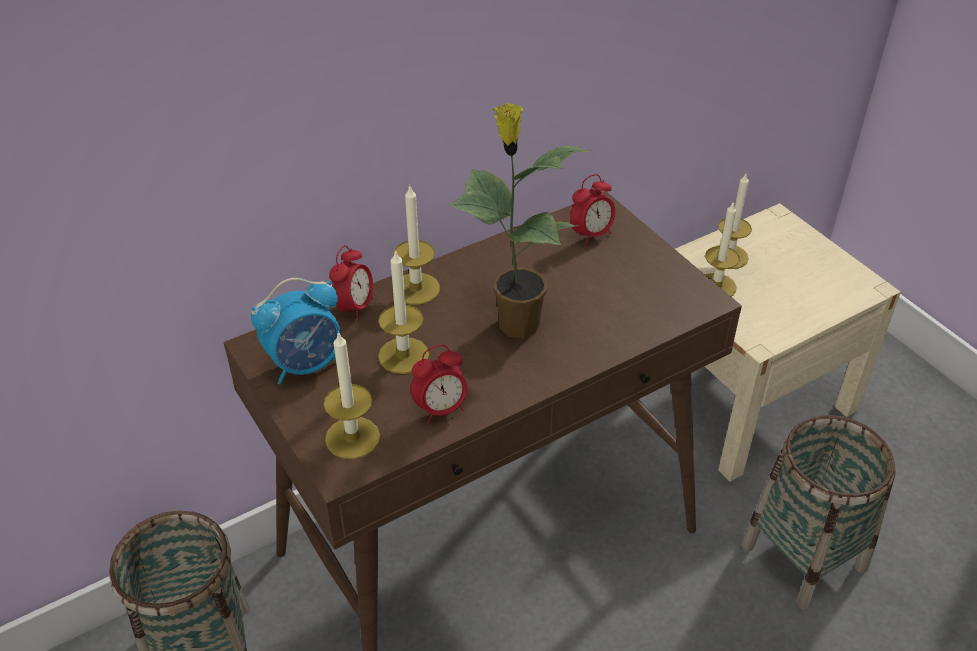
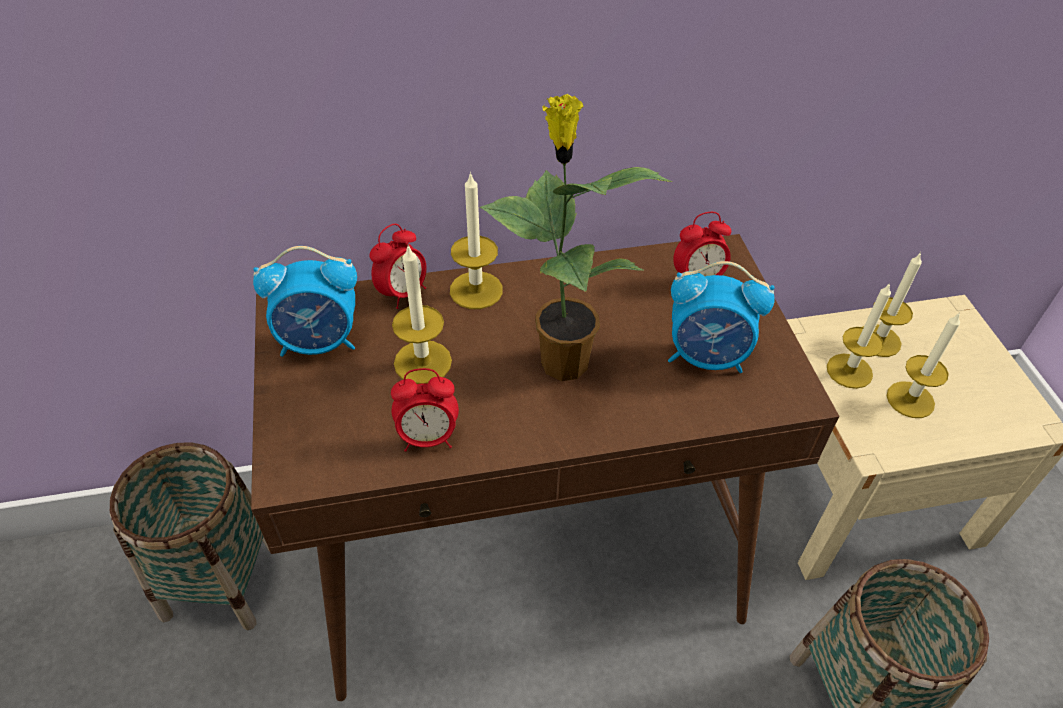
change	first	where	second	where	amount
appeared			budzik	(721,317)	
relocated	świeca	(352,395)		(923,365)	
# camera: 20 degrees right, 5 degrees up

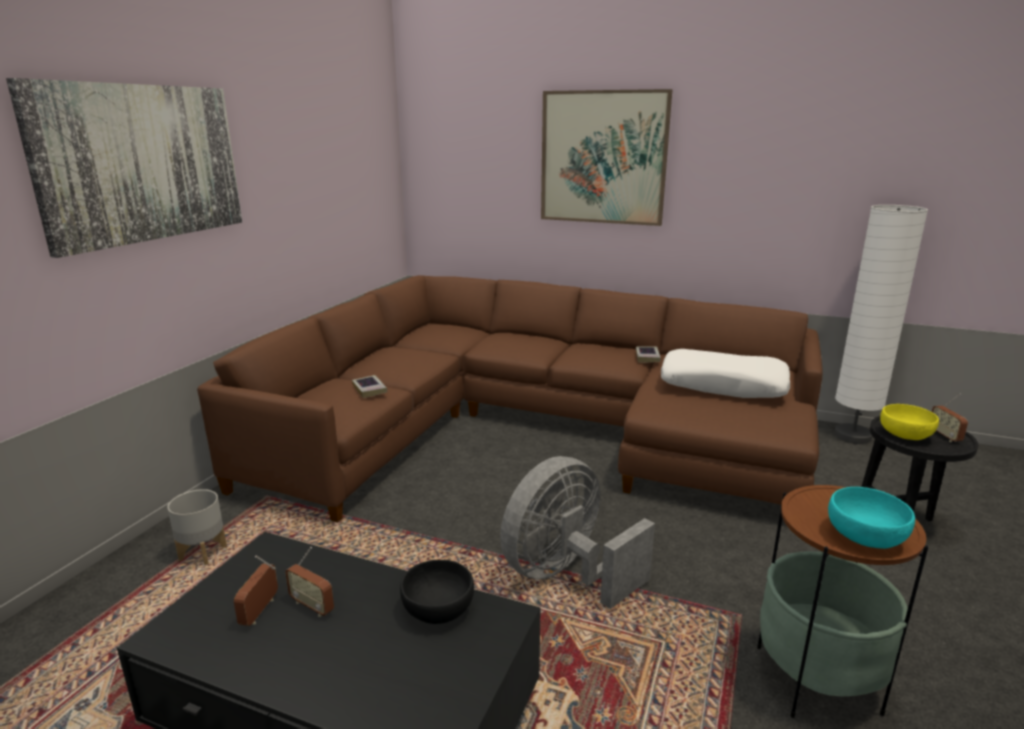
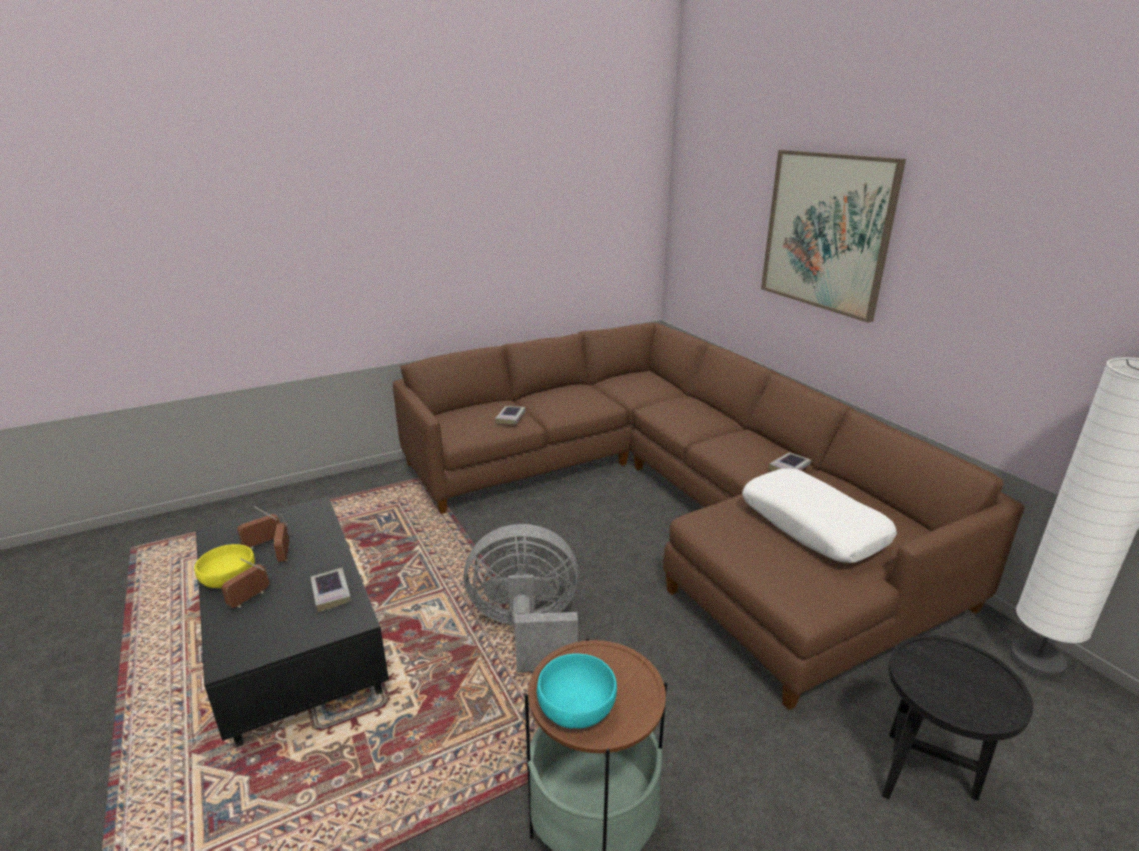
change	first	where	second	where	amount
missing	obraz	(124,168)			
missing	donica (szary)	(197,527)			
relocated	miska (żółty)	(909,422)		(224,566)	
relocated	radio	(950,417)		(245,583)	
exchanged	miska (czarny)	(437,592)	książka	(331,590)	
# camera: 40 degrees right, 5 degrees up

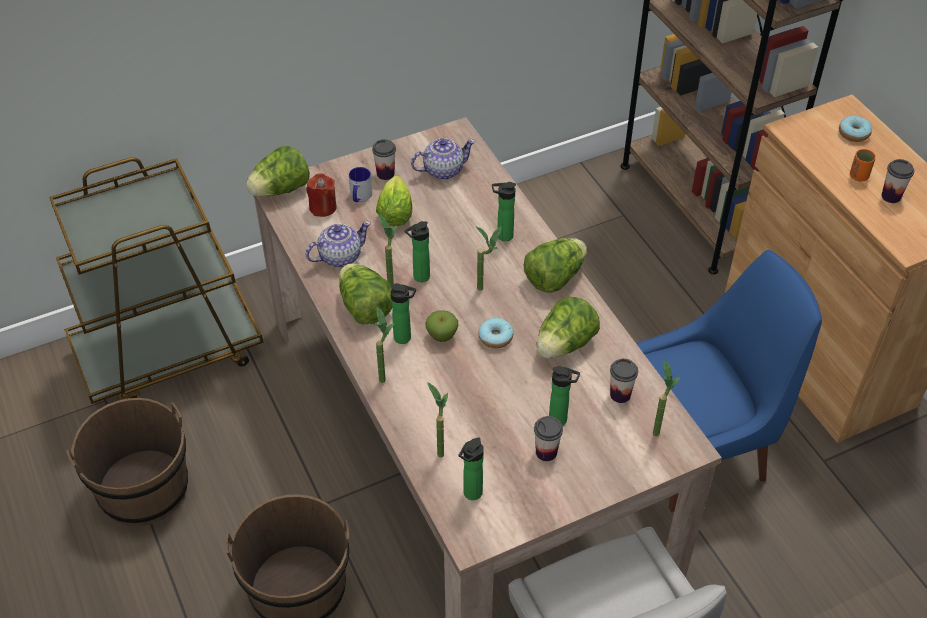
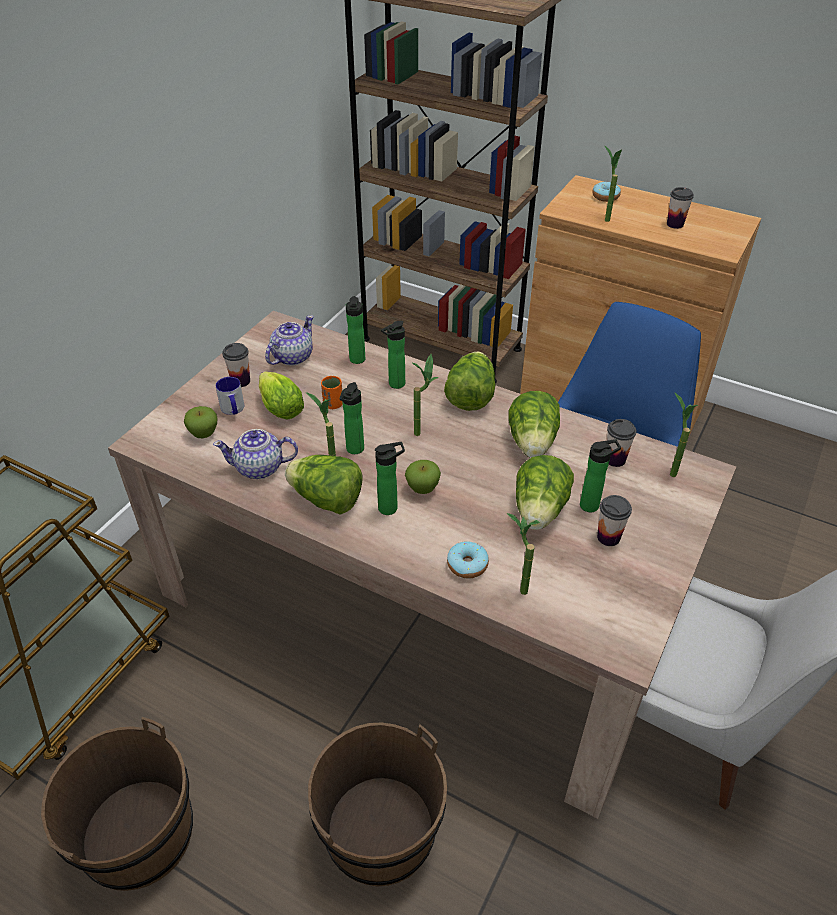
change	first	where	second	where	amount
relocated	sałata	(278,171)		(545,492)	
relocated	roślina doniczkowa	(384,344)		(613,183)	
relocated	butelka	(471,468)		(355,330)	
relocated	donut	(496,333)		(468,560)	
relocated	filiżanka (pomarańczowy)	(863,165)		(332,392)	
exchanged	świeca (czerwony)	(321,195)	jabłko	(200,422)	
spun	imbryk	(338,244)		(255,454)	120 degrees counterclockwise
# camera: 35 degrees left, 5 degrees down

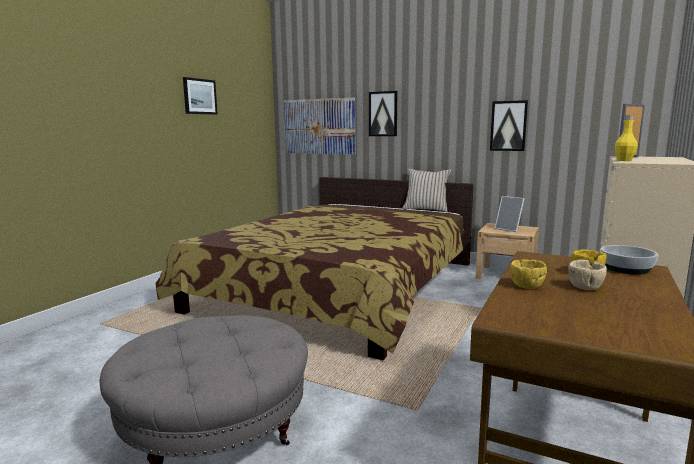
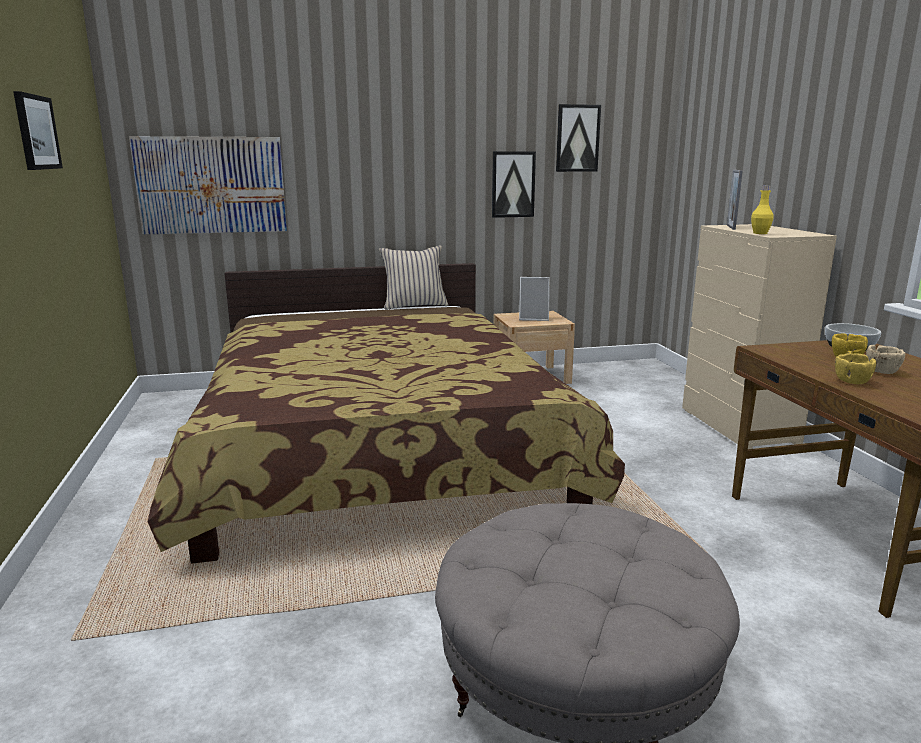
change	first	where	second	where	amount
relocated	obraz	(383,113)		(578,138)	
# camera: 40 degrees left, 5 degrees up

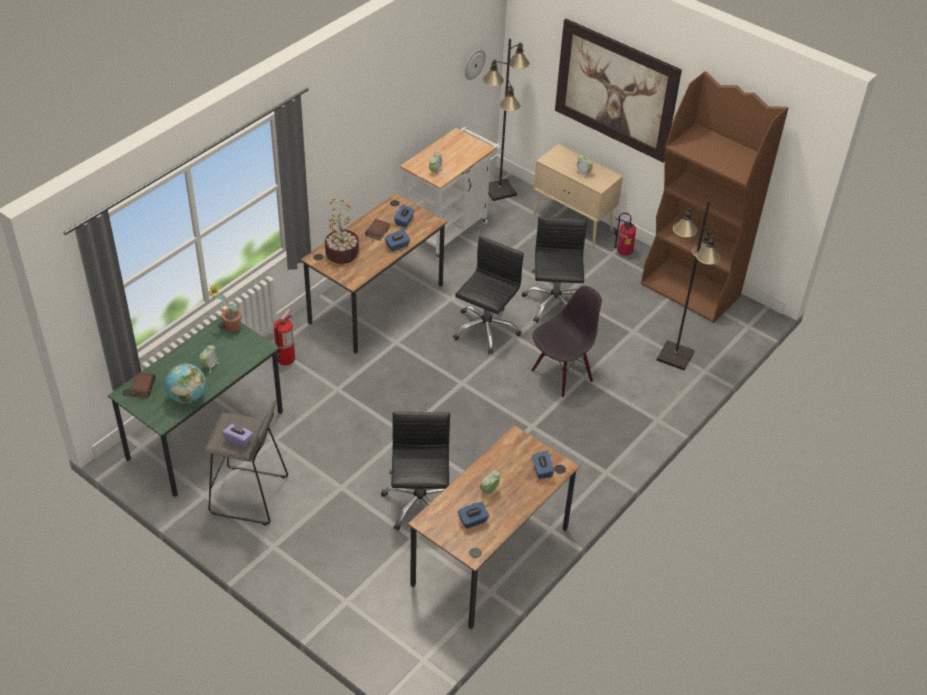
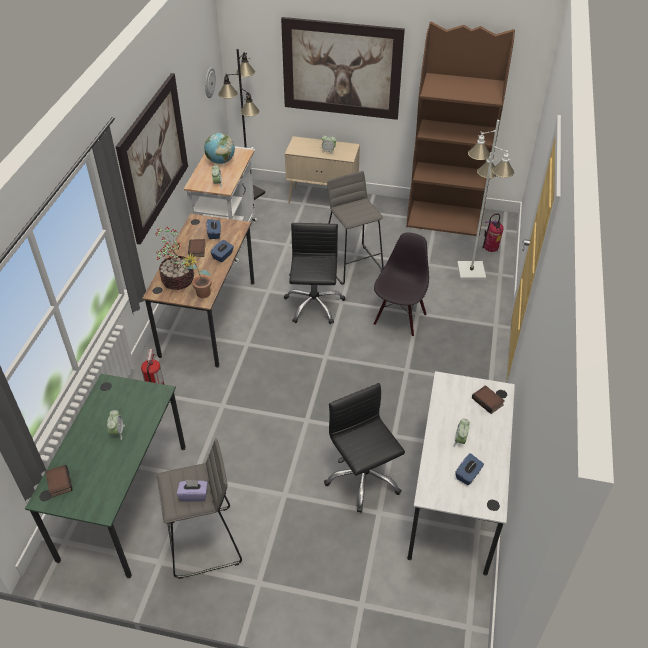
change	first	where	second	where	amount
appeared			obraz	(152,159)	
relocated	globus	(185,383)		(219,148)	
relocated	roślina doniczkowa	(224,307)		(197,275)	
relocated	gaśnica	(625,234)		(493,232)	
exchanged	krzesło biurowe (czarny)	(554,270)	stołek (szary)	(355,228)	
exchanged	pudełko chusteczek (niebieski)	(543,464)	książka	(488,399)	
colour	biurko (brązowy)	(494,527)	biurko (biały)	(461,473)	
colour	lampa stojąca (czarny)	(688,285)	lampa stojąca (biały)	(485,200)	
# camera: 25 degrees left, 0 degrees up

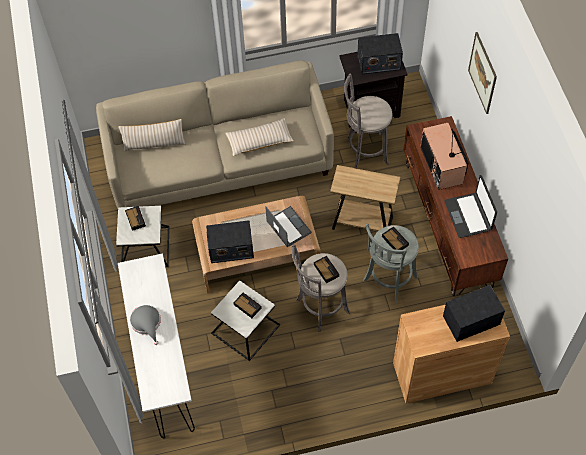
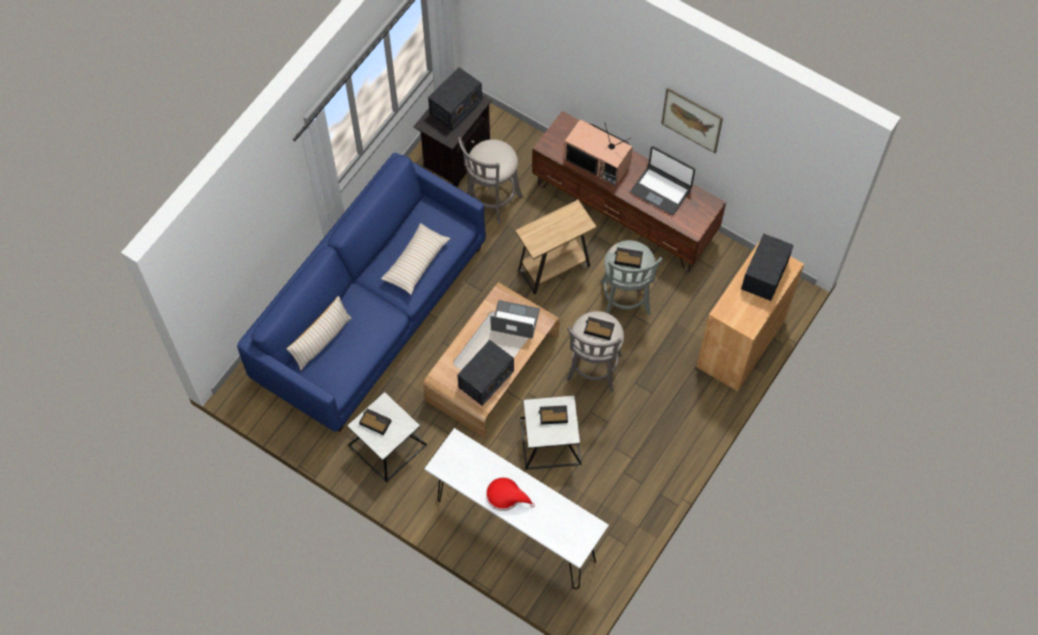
change	first	where	second	where	amount
relocated	obraz	(482,73)		(692,120)	
colour	kanapa (beżowy)	(215,135)	kanapa (niebieski)	(361,292)	
colour	kapelusz (szary)	(145,325)	kapelusz (czerwony)	(510,494)	
# camera: 45 degrees left, 5 degrees up

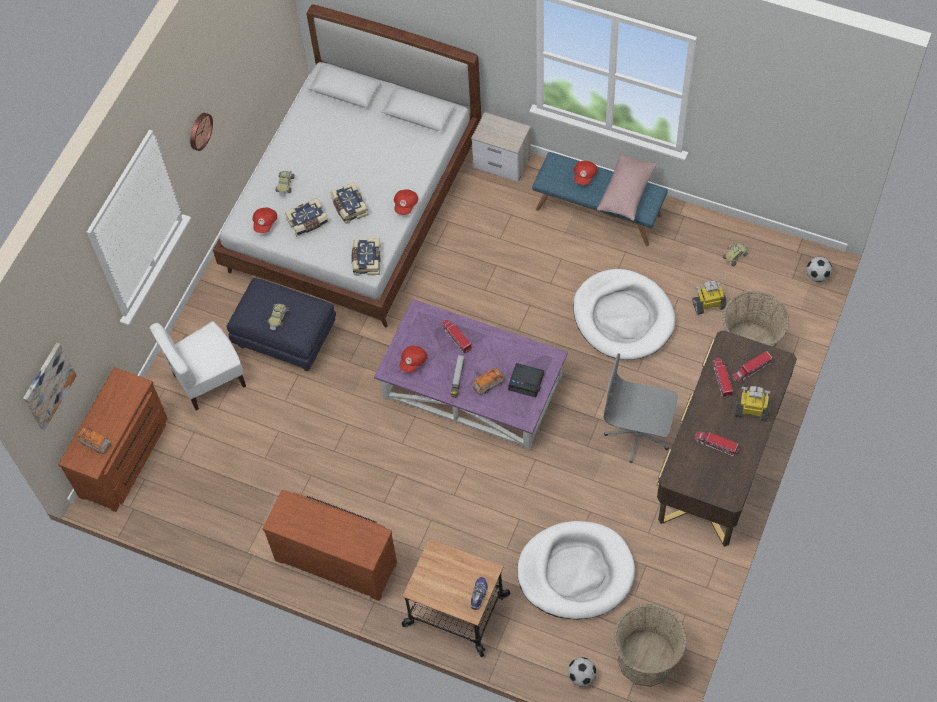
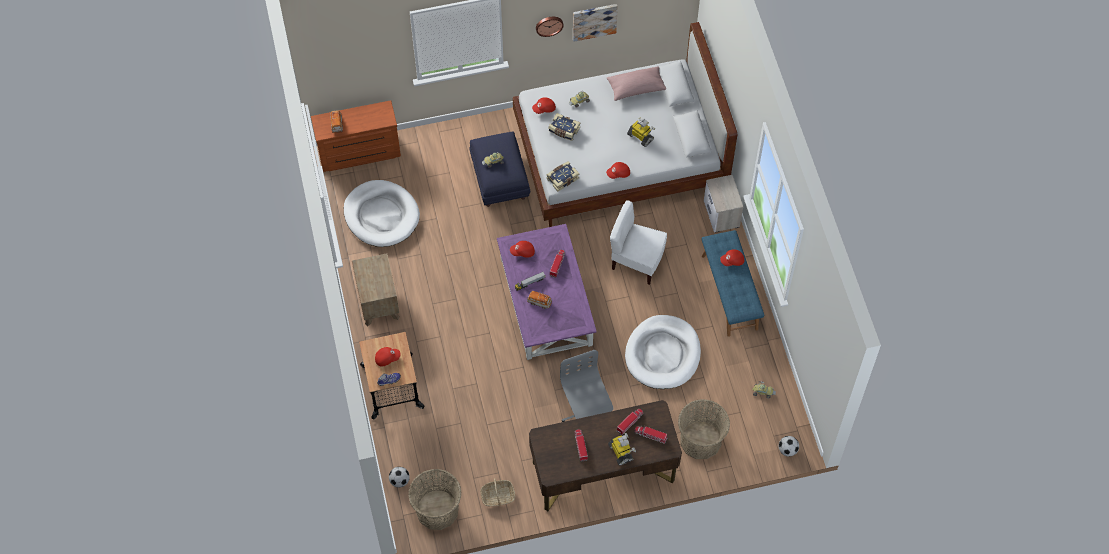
change	first	where	second	where	amount
missing	książka	(350,203)			
missing	budzik	(526,380)			
appeared			czapka z daszkiem (czerwony)	(388,356)	
appeared			koszyk	(497,492)	
relocated	obraz	(50,386)		(595,23)	
relocated	krzesło (biały)	(197,366)		(638,242)	
relocated	legowisko (biały)	(576,570)		(382,213)	
relocated	poduszka (różowy)	(627,187)		(636,83)	
relocated	robot zabawkowy	(709,298)		(641,132)	
exchanged	komoda (brązowy)	(329,545)	szafka nocna (brązowy)	(376,289)	
# camera: 50 degrees right, 0 degrees up

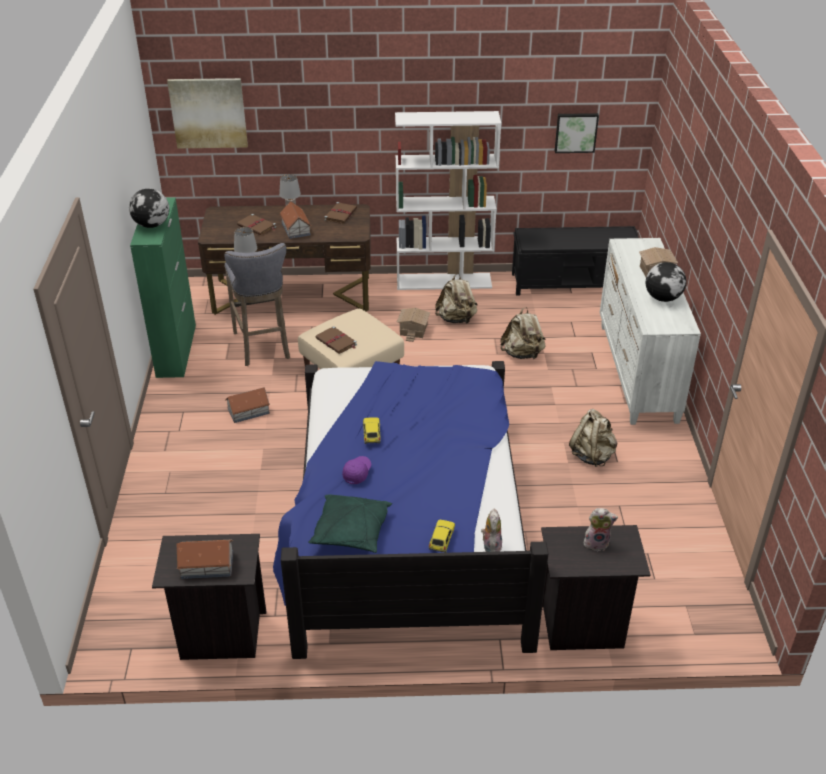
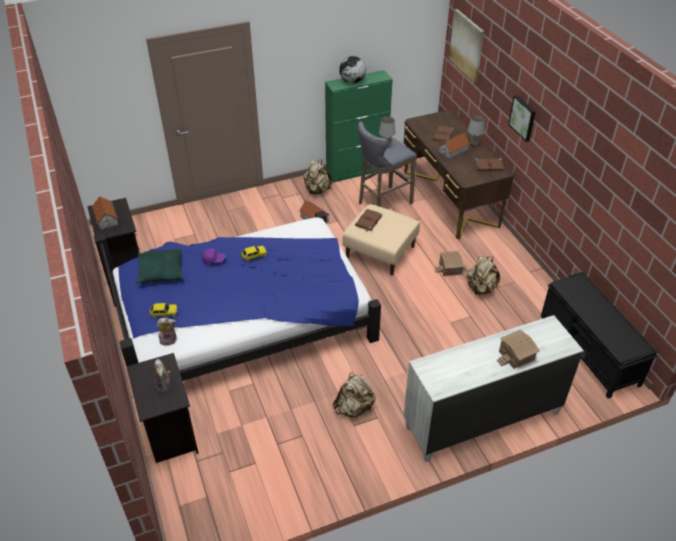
change	first	where	second	where	amount
missing	regał (biały)	(448,200)			
missing	globus	(666,282)			
relocated	plecak (beżowy)	(523,333)		(317,177)	
relocated	obraz	(577,133)		(522,118)	
# camera: 70 degrees right, 5 degrees up

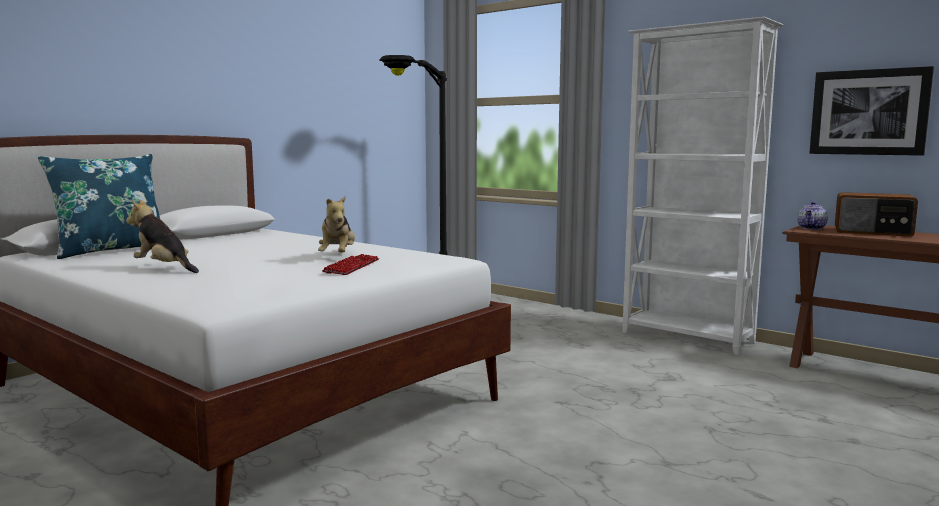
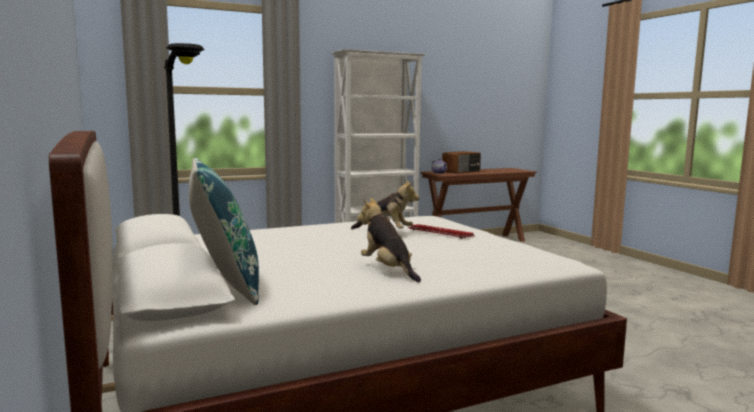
change	first	where	second	where	amount
missing	obraz	(871,111)			
spun	pluszak	(162,236)		(389,240)	90 degrees clockwise
# camera: 65 degrees left, 0 degrees up

